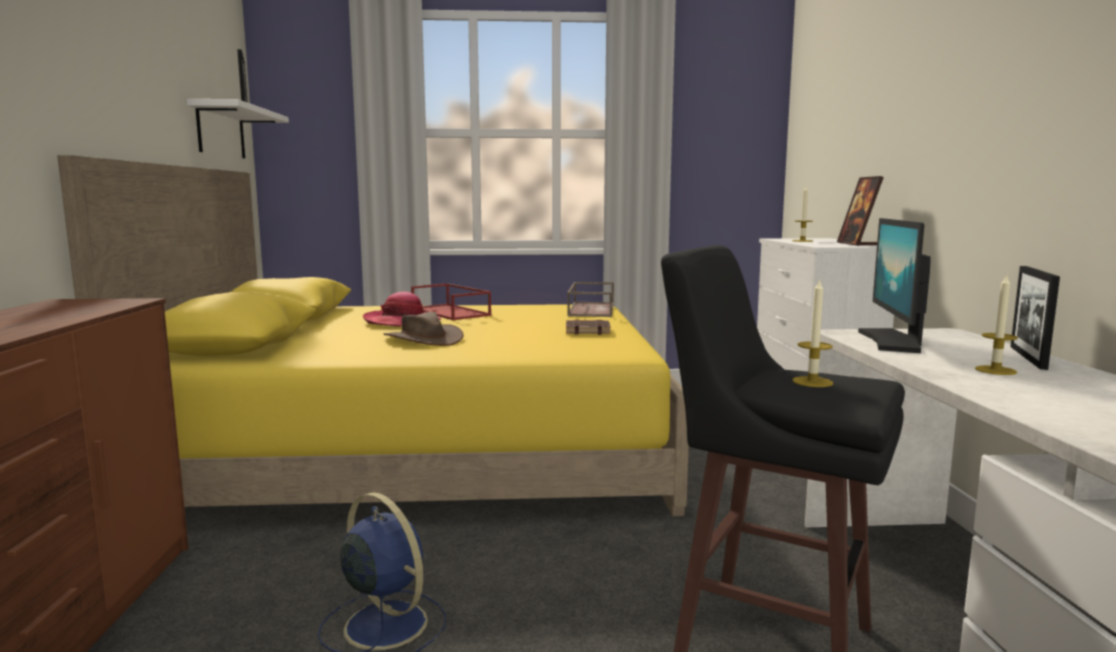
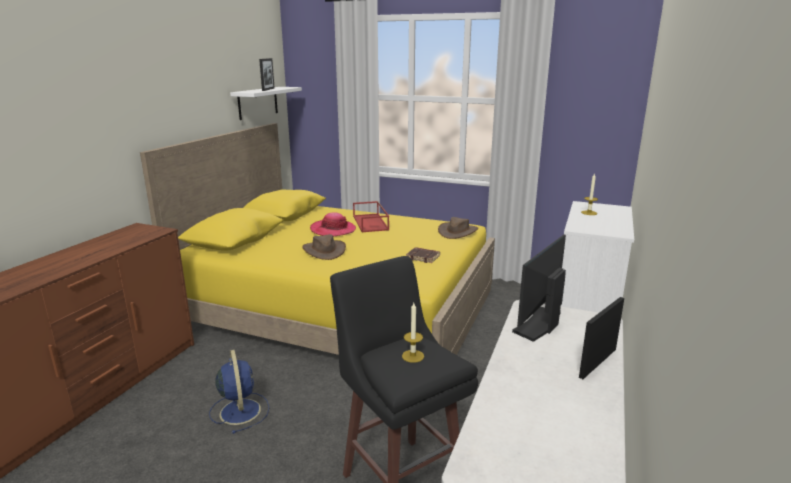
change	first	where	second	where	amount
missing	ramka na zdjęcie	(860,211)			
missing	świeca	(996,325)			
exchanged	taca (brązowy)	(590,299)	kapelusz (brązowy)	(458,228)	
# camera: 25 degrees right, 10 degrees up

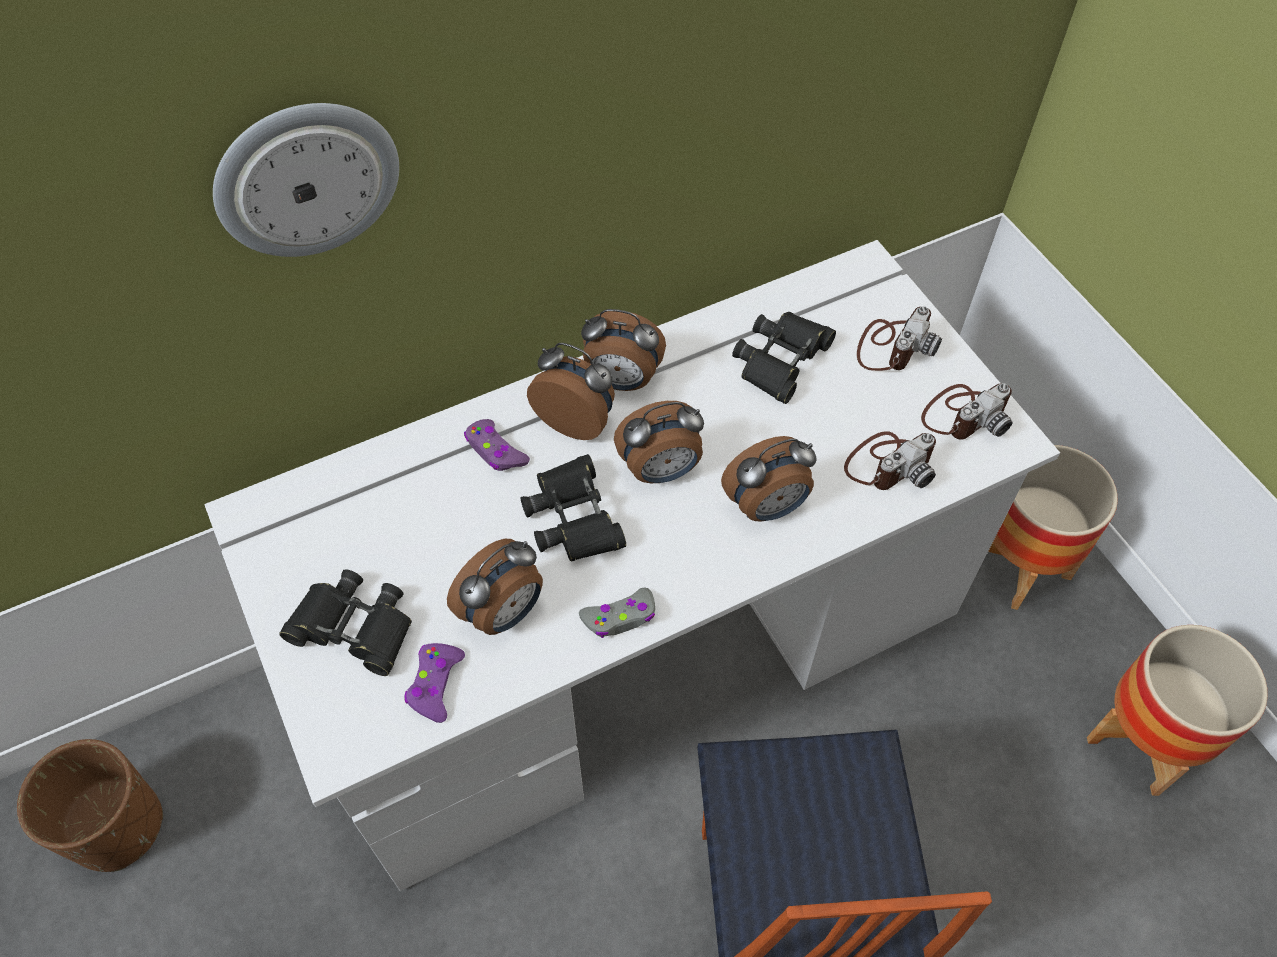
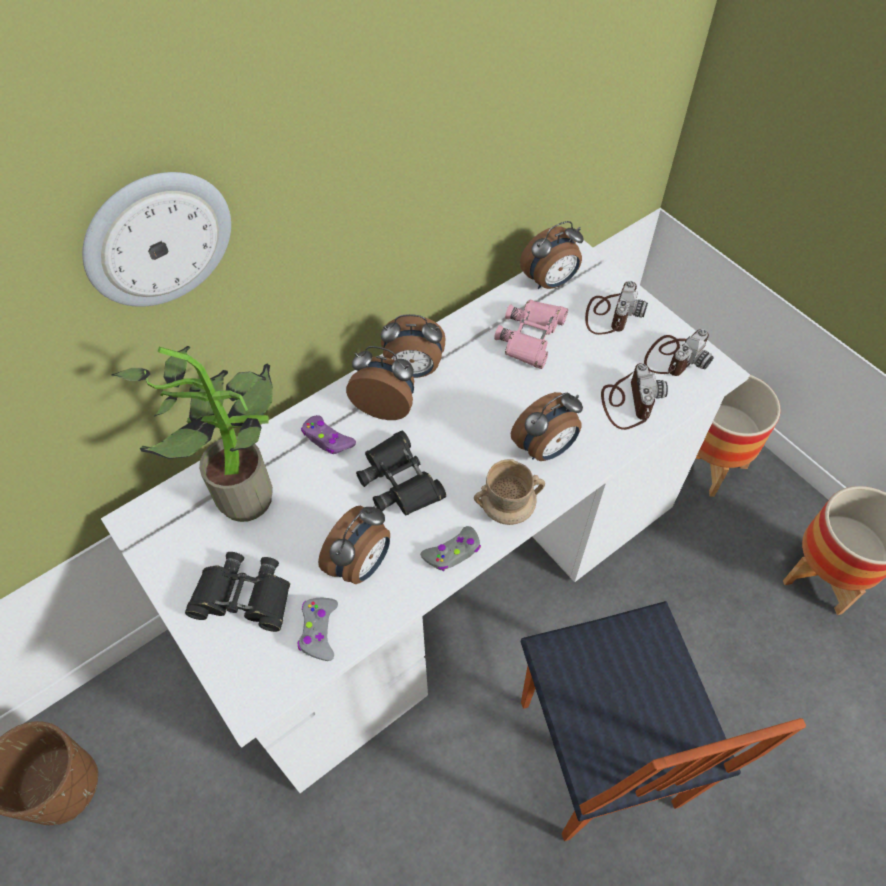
change	first	where	second	where	amount
appeared			roślina doniczkowa	(192,434)	
appeared			kubek (beżowy)	(509,492)	
relocated	budzik	(659,442)		(552,255)	
colour	pad do gier (fioletowy)	(435,683)	pad do gier (szary)	(318,629)	
colour	lornetka (czarny)	(784,358)	lornetka (różowy)	(531,334)	
spun	aparat fotograficzny	(890,460)		(634,396)	45 degrees counterclockwise
# camera: 10 degrees left, 0 degrees up

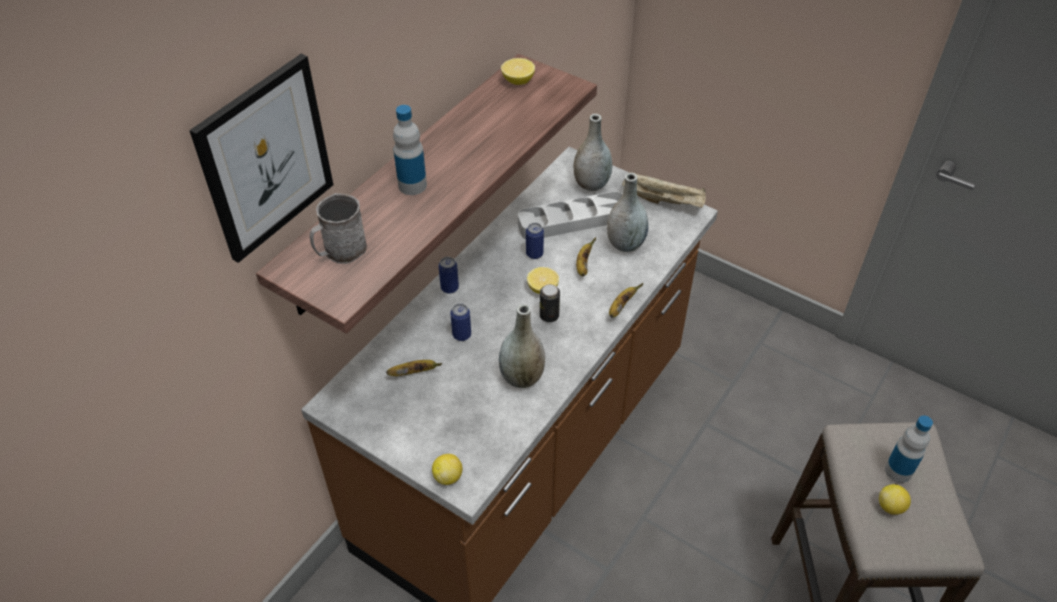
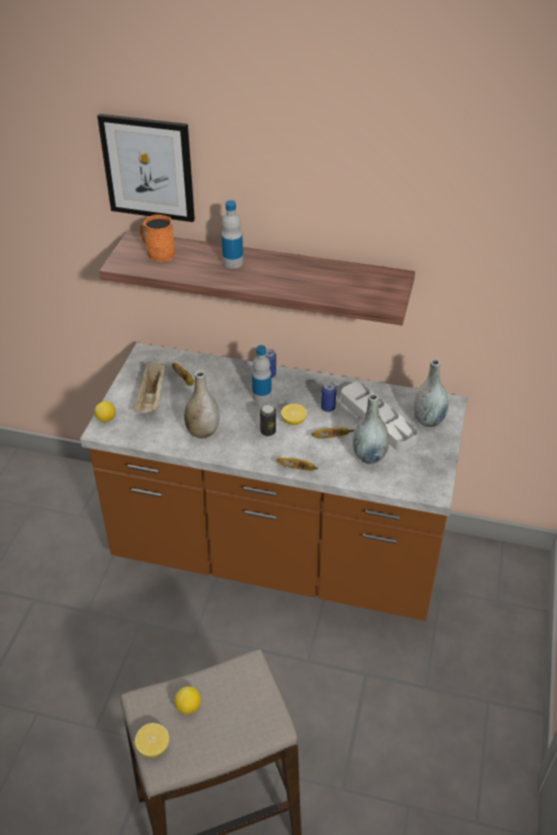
change	first	where	second	where	amount
missing	puszka	(460,322)			
relocated	cytryna	(518,71)		(152,740)	
relocated	taca (beżowy)	(664,190)		(149,387)	
relocated	butelka	(909,449)		(261,374)	
colour	kubek (szary)	(338,228)	kubek (pomarańczowy)	(157,238)	
# camera: 70 degrees right, 5 degrees down

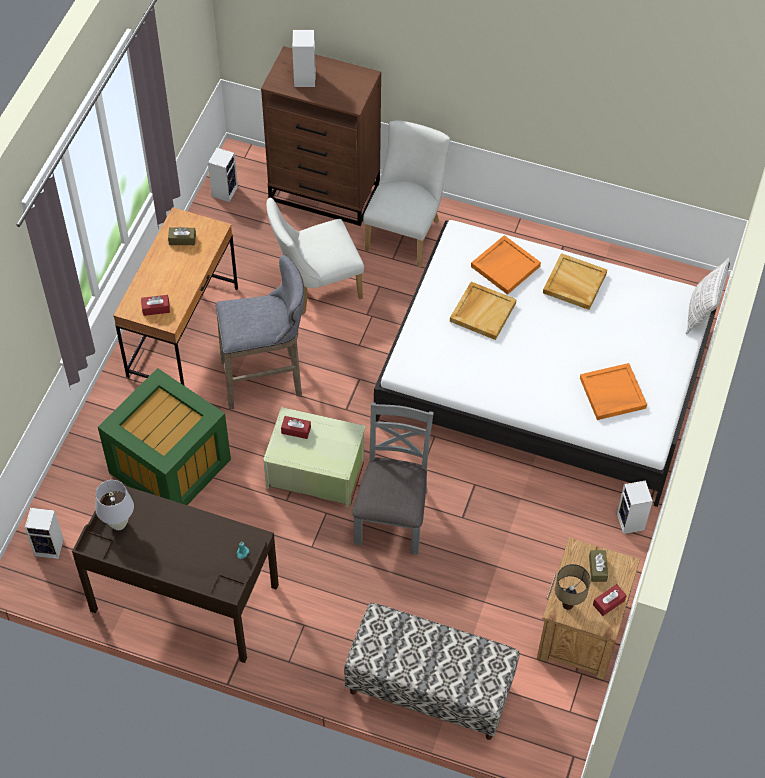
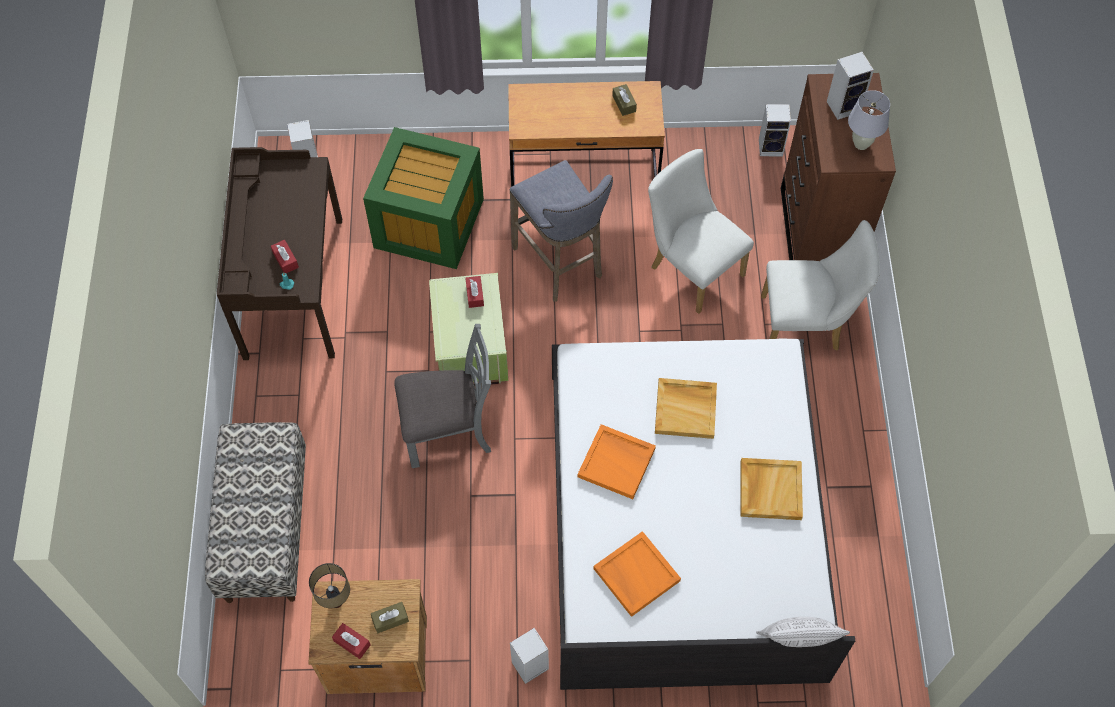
change	first	where	second	where	amount
relocated	lampa stołowa (biały)	(114,505)		(869,120)	
relocated	pudełko chusteczek (czerwony)	(155,305)		(285,256)	
relocated	taca (pomarańczowy)	(506,265)		(617,461)	
# camera: 70 degrees right, 5 degrees up

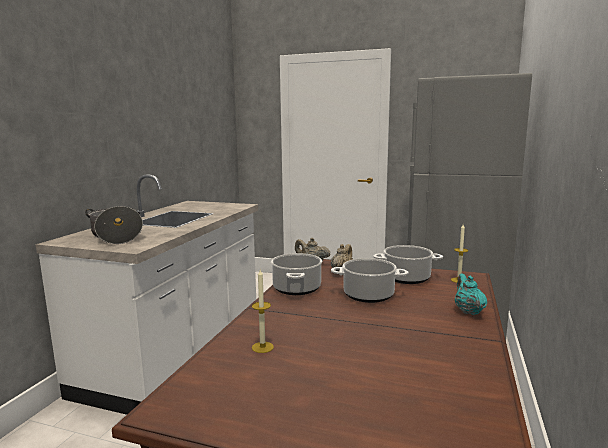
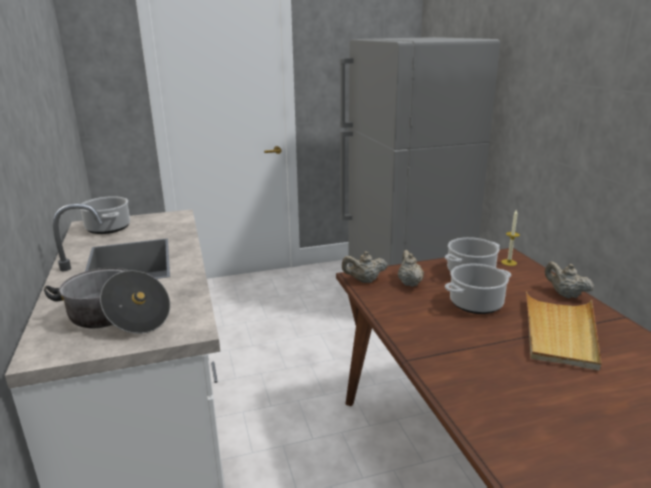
change	first	where	second	where	amount
missing	świeca	(263,311)			
appeared			taca (beżowy)	(563,330)	
relocated	garnek	(296,274)		(105,215)	
colour	imbryk (turkusowy)	(471,294)	imbryk (beżowy)	(569,280)	
# camera: 35 degrees left, 10 degrees up

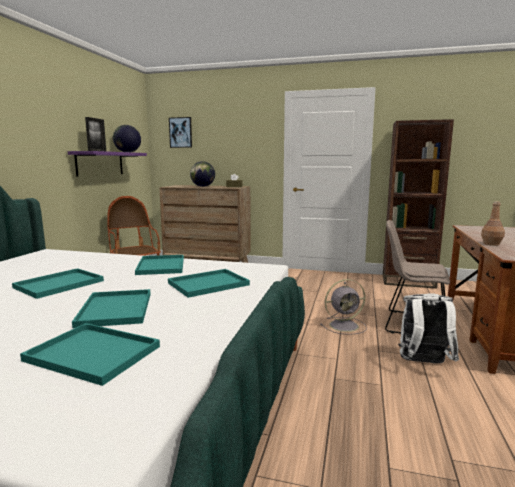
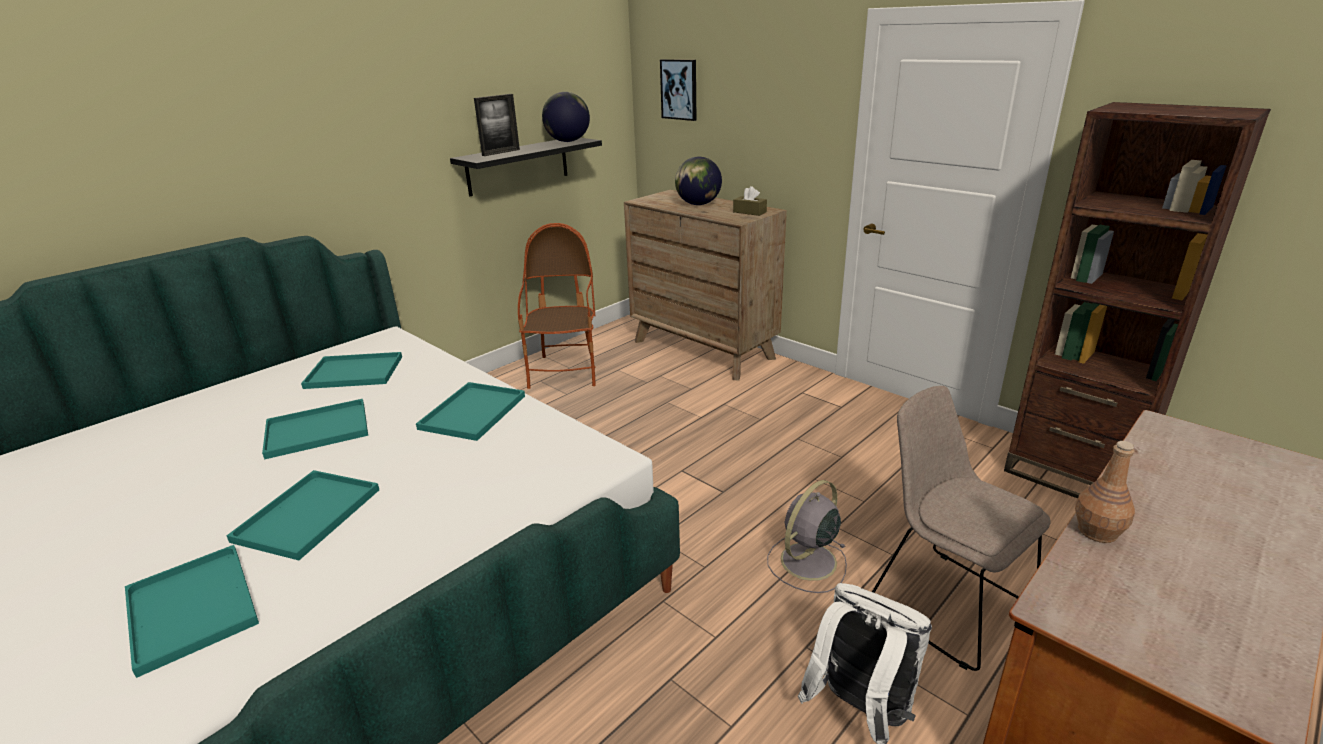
change	first	where	second	where	amount
relocated	taca (turkusowy)	(209,283)		(351,370)	
colour	półka (fioletowy)	(107,163)	półka (czarny)	(526,167)	
spun	wentylator (szary)	(343,307)		(807,536)	120 degrees clockwise
# camera: 30 degrees right, 15 degrees up

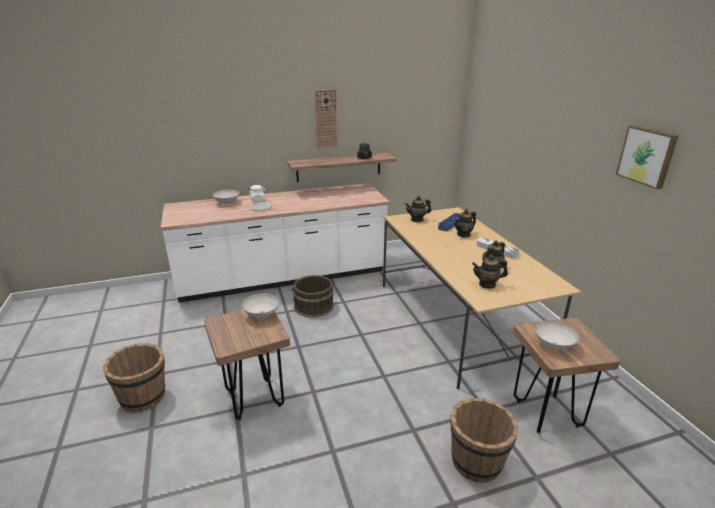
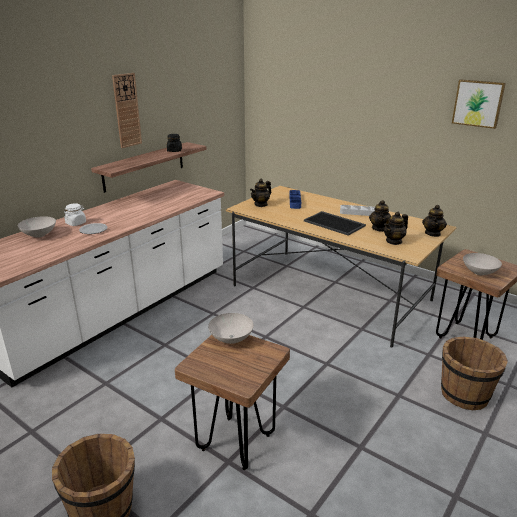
change	first	where	second	where	amount
missing	wiadro (brązowy)	(313,296)			
appeared			taca	(335,223)	
relocated	imbryk	(465,223)		(434,221)	
# camera: 35 degrees left, 0 degrees up

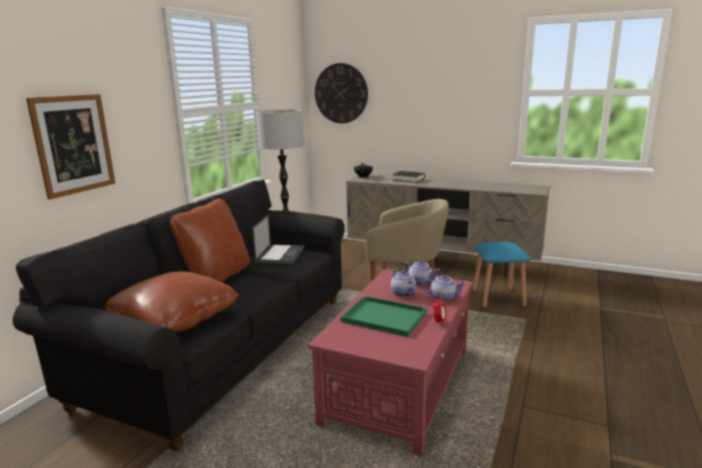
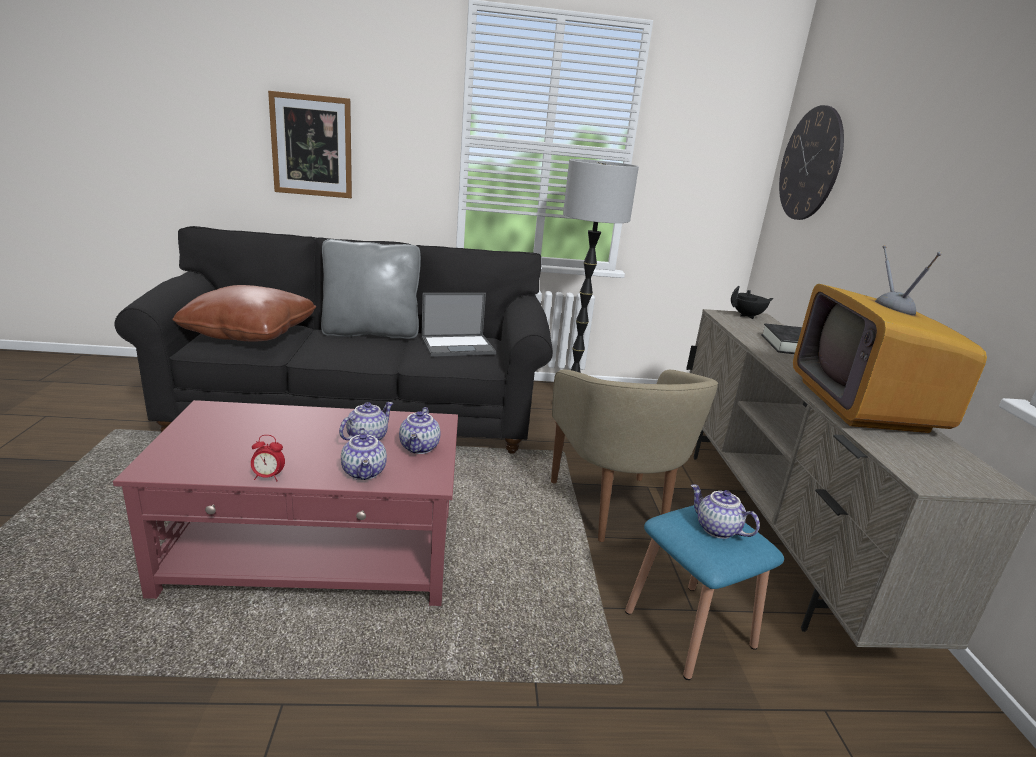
change	first	where	second	where	amount
missing	taca (zielony)	(384,316)			
appeared			imbryk	(725,511)	
appeared			telewizor	(890,339)	
colour	poduszka (brązowy)	(210,240)	poduszka (szary)	(371,289)	
# camera: 60 degrees right, 5 degrees up

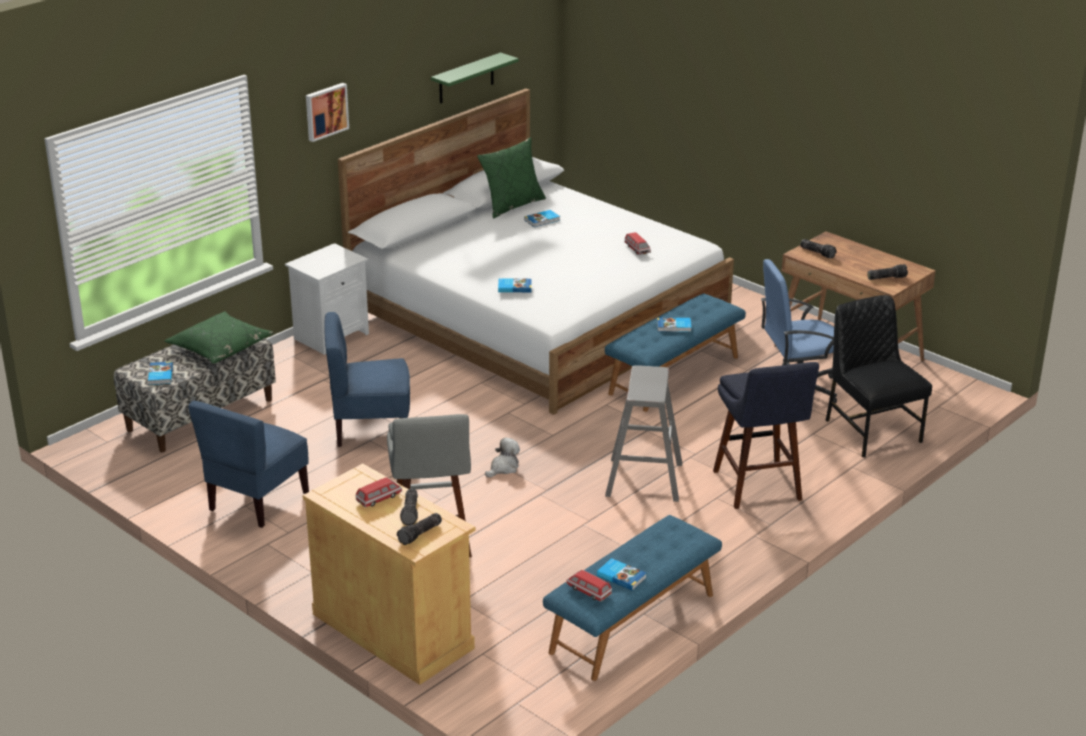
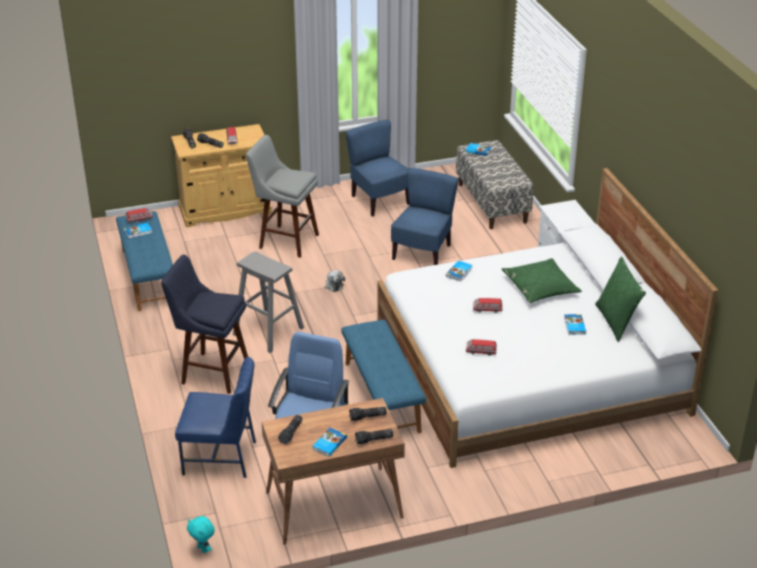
change	first	where	second	where	amount
missing	obraz	(327,112)			
missing	półka (zielony)	(475,78)			
appeared			pluszak (turkusowy)	(201,534)	
appeared			latarka	(374,436)	
appeared			samochodzik	(488,305)	
relocated	poduszka (zielony)	(219,338)		(542,280)	
relocated	książka	(674,324)		(329,442)	
colour	krzesło (czarny)	(879,376)	krzesło (niebieski)	(215,417)	
# camera: 120 degrees right, 5 degrees up

